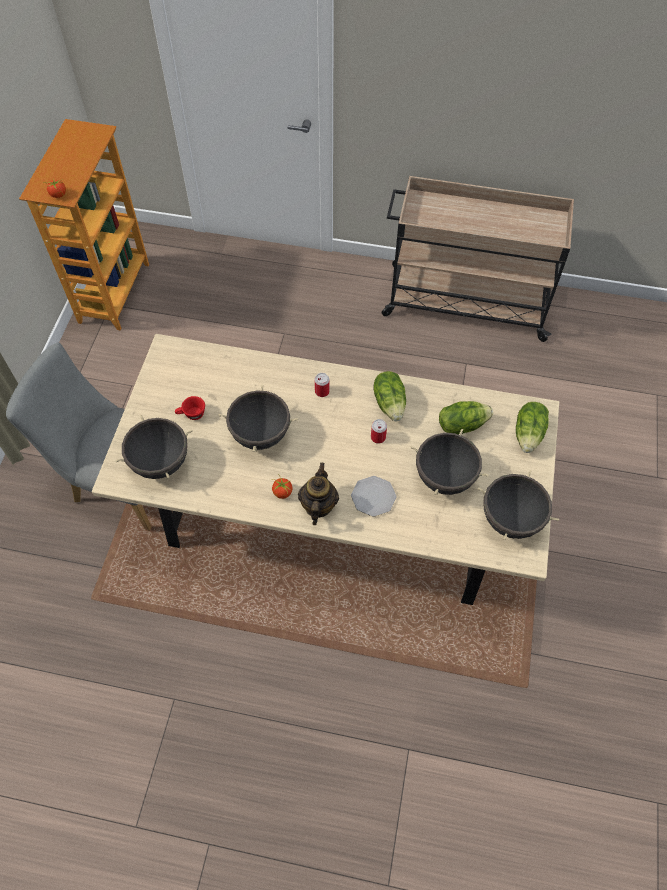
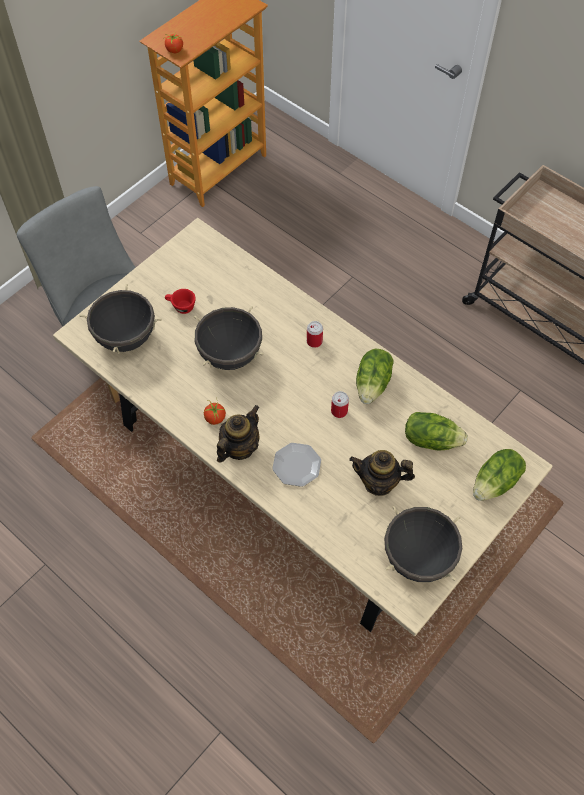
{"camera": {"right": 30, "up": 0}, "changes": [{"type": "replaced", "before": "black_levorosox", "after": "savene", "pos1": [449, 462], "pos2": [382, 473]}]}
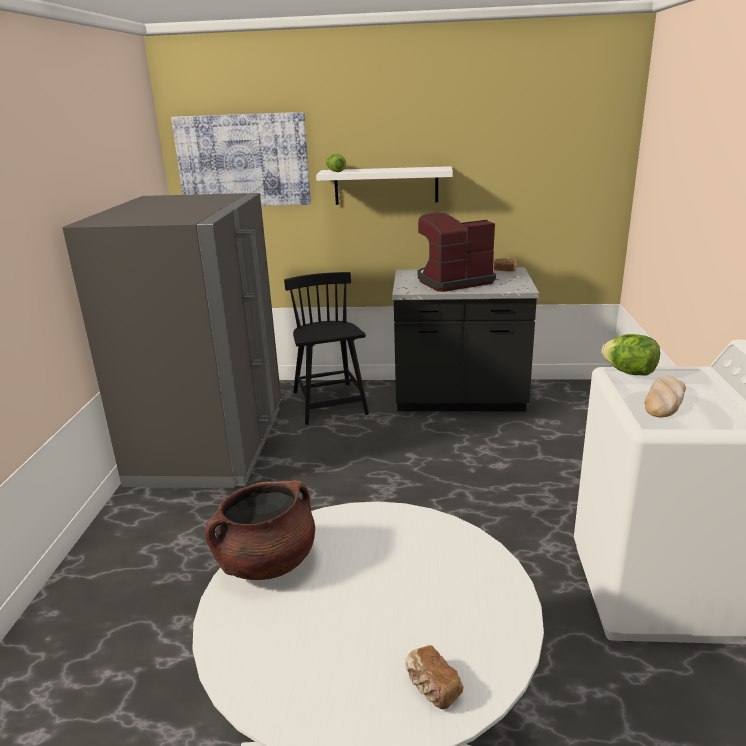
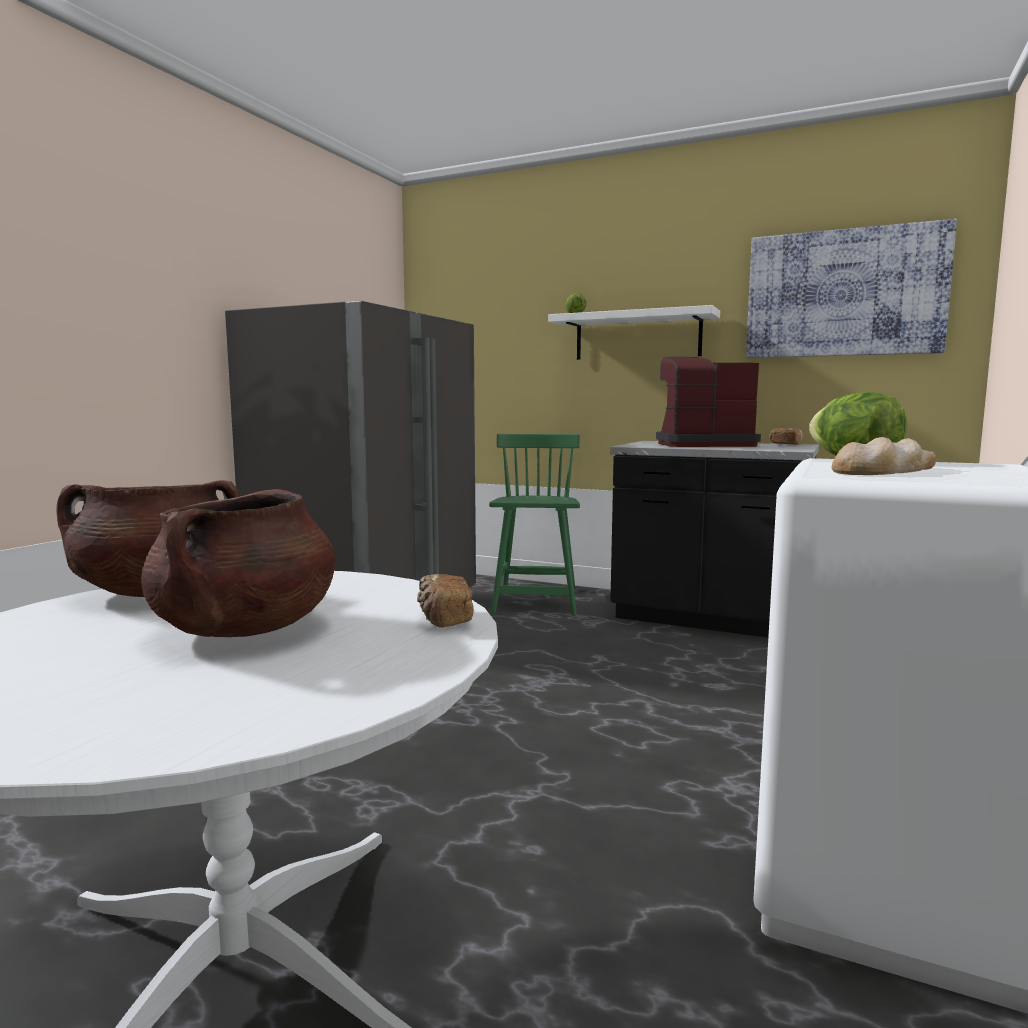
{"camera": {"right": 20, "up": -15}, "changes": [{"type": "moved", "before": "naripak", "pos1": [241, 159], "pos2": [851, 288]}, {"type": "recoloured", "before": "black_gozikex", "after": "green_gozikex", "pos1": [326, 348], "pos2": [534, 525]}, {"type": "moved", "before": "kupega", "pos1": [434, 677], "pos2": [445, 601]}, {"type": "added", "after": "brown_levorosox", "pos2": [238, 563]}]}
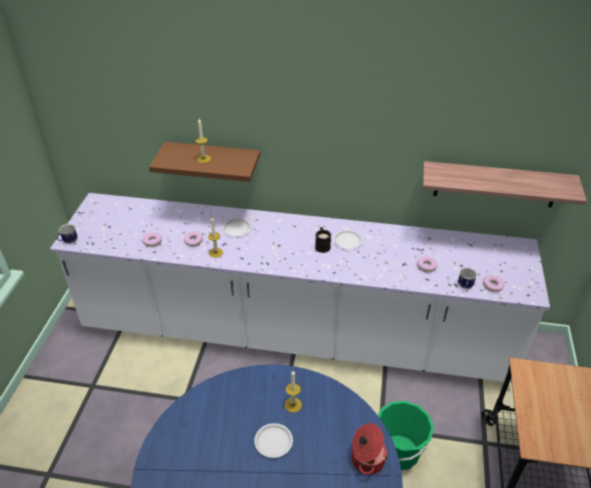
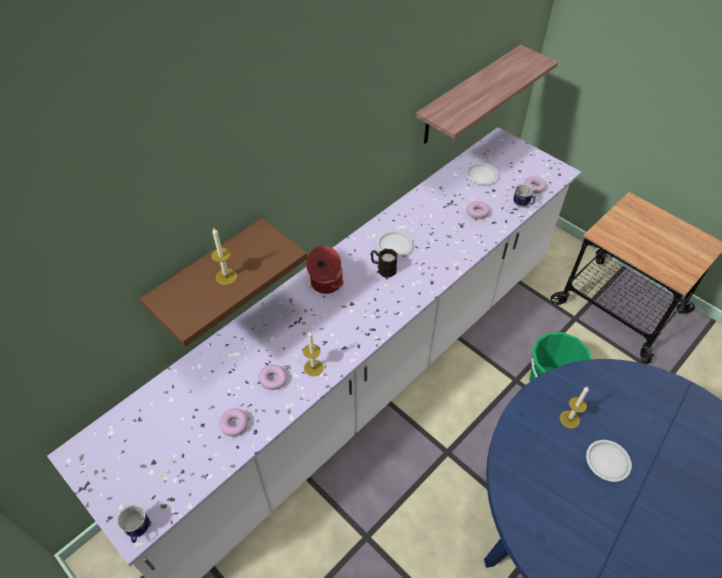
{"camera": {"right": -55, "up": 10}, "changes": [{"type": "moved", "before": "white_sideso", "pos1": [237, 227], "pos2": [482, 174]}, {"type": "moved", "before": "levorosox", "pos1": [369, 449], "pos2": [325, 270]}]}
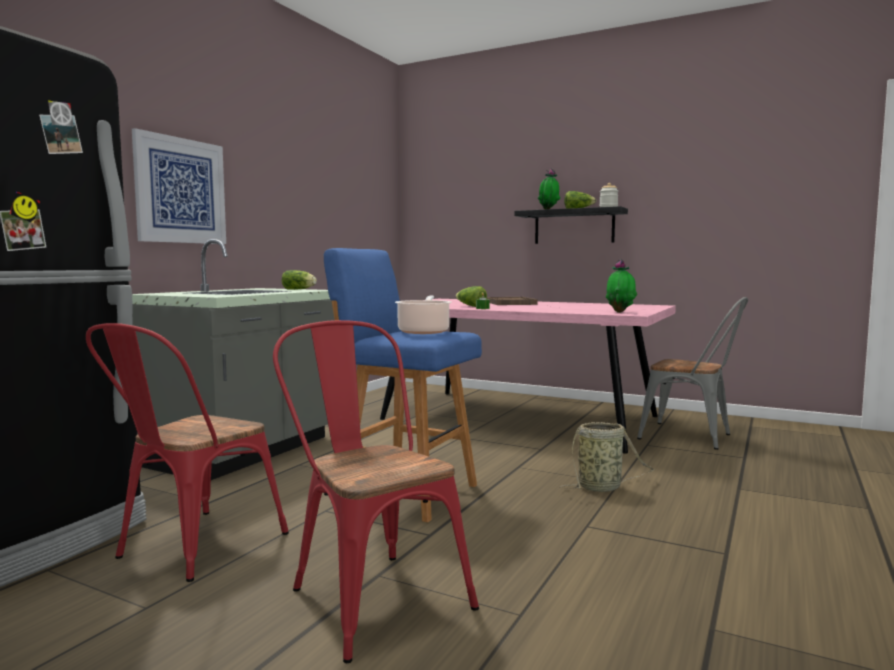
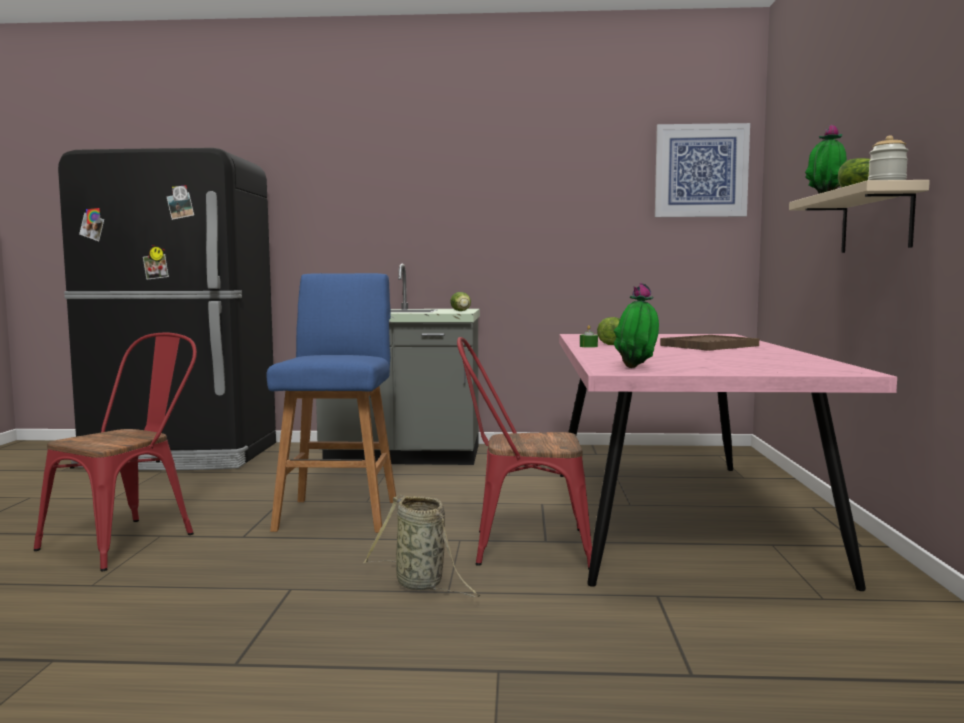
{"camera": {"right": 65, "up": 0}, "changes": [{"type": "moved", "before": "naripak", "pos1": [179, 186], "pos2": [702, 170]}, {"type": "recoloured", "before": "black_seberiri", "after": "beige_seberiri", "pos1": [571, 225], "pos2": [859, 216]}, {"type": "removed", "before": "levorosox", "pos1": [423, 315]}, {"type": "removed", "before": "grey_gozikex", "pos1": [692, 373]}, {"type": "moved", "before": "red_gozikex", "pos1": [187, 452], "pos2": [524, 453]}]}
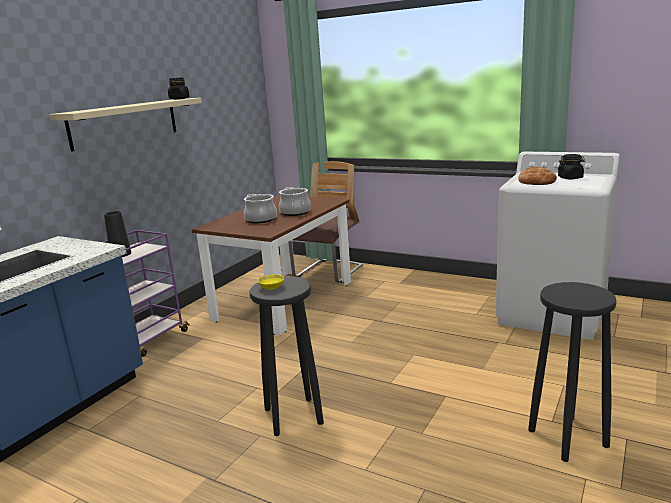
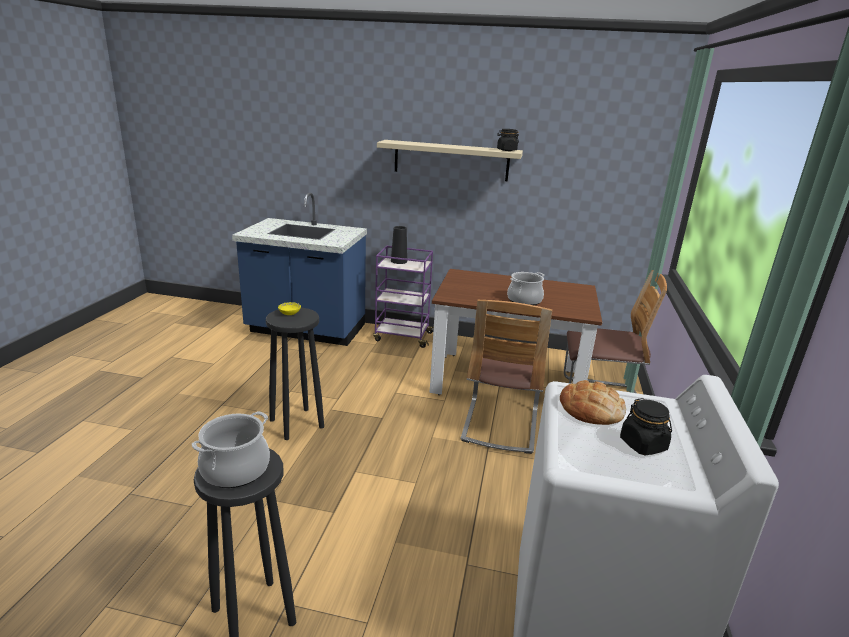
{"camera": {"right": 70, "up": 5}, "changes": [{"type": "moved", "before": "levorosox", "pos1": [260, 208], "pos2": [231, 449]}, {"type": "added", "after": "gozikex", "pos2": [506, 377]}]}
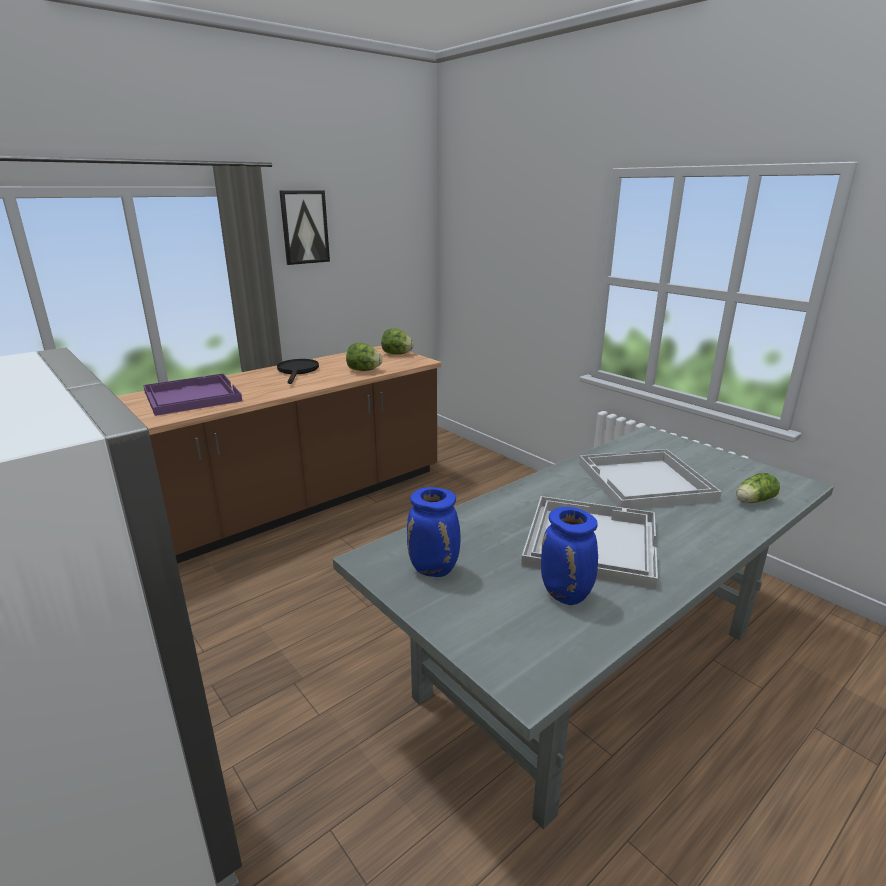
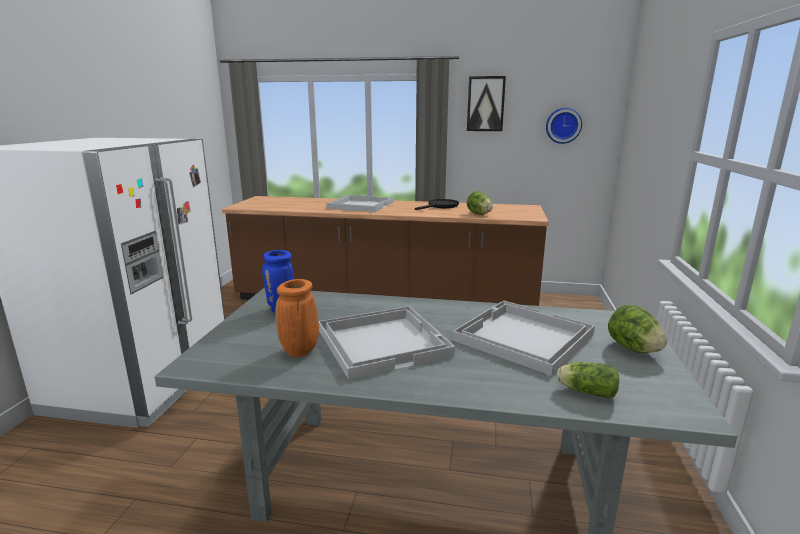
{"camera": {"right": 50, "up": -5}, "changes": [{"type": "moved", "before": "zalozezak", "pos1": [397, 341], "pos2": [637, 329]}, {"type": "recoloured", "before": "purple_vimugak", "after": "white_vimugak", "pos1": [192, 394], "pos2": [360, 203]}, {"type": "recoloured", "before": "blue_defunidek", "after": "orange_defunidek", "pos1": [569, 556], "pos2": [297, 318]}, {"type": "added", "after": "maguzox", "pos2": [564, 126]}]}
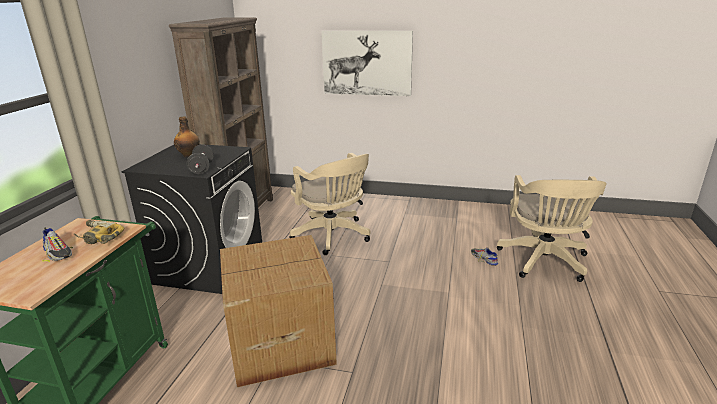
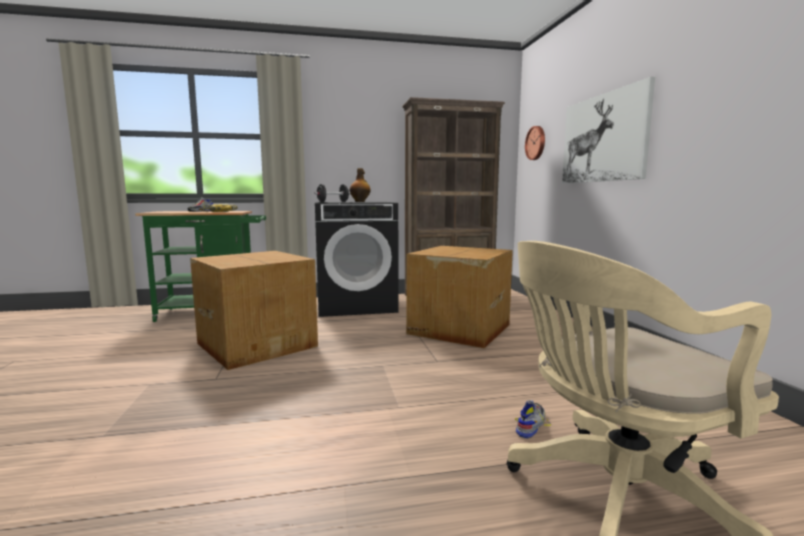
{"camera": {"right": 65, "up": -15}, "changes": [{"type": "replaced", "before": "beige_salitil", "after": "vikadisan", "pos1": [330, 204], "pos2": [459, 297]}, {"type": "added", "after": "maguzox", "pos2": [535, 143]}]}
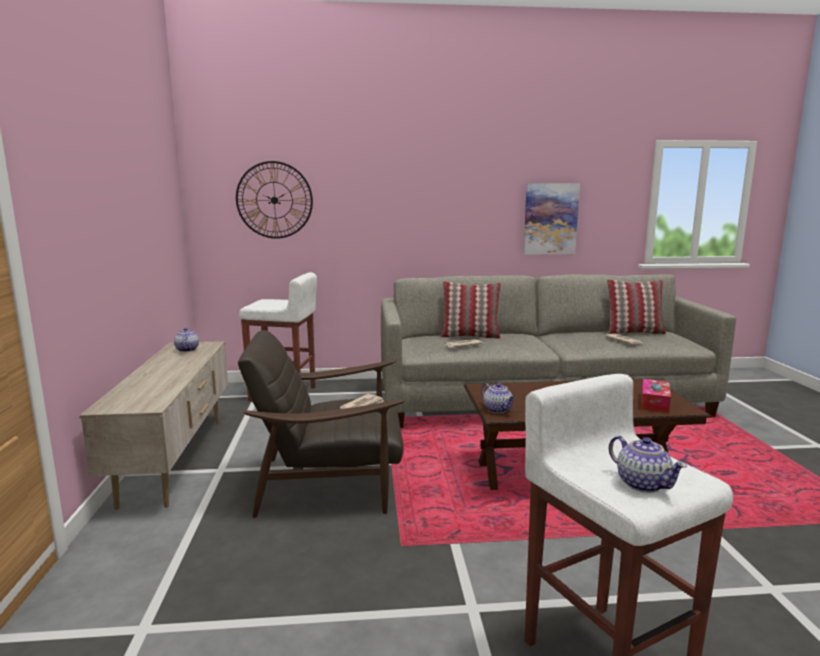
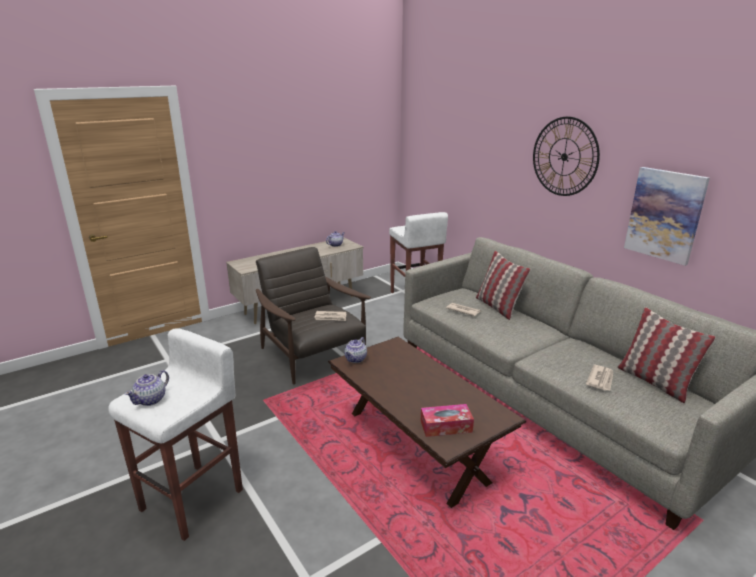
{"camera": {"right": 60, "up": 10}, "changes": [{"type": "moved", "before": "maguzox", "pos1": [274, 200], "pos2": [566, 156]}]}
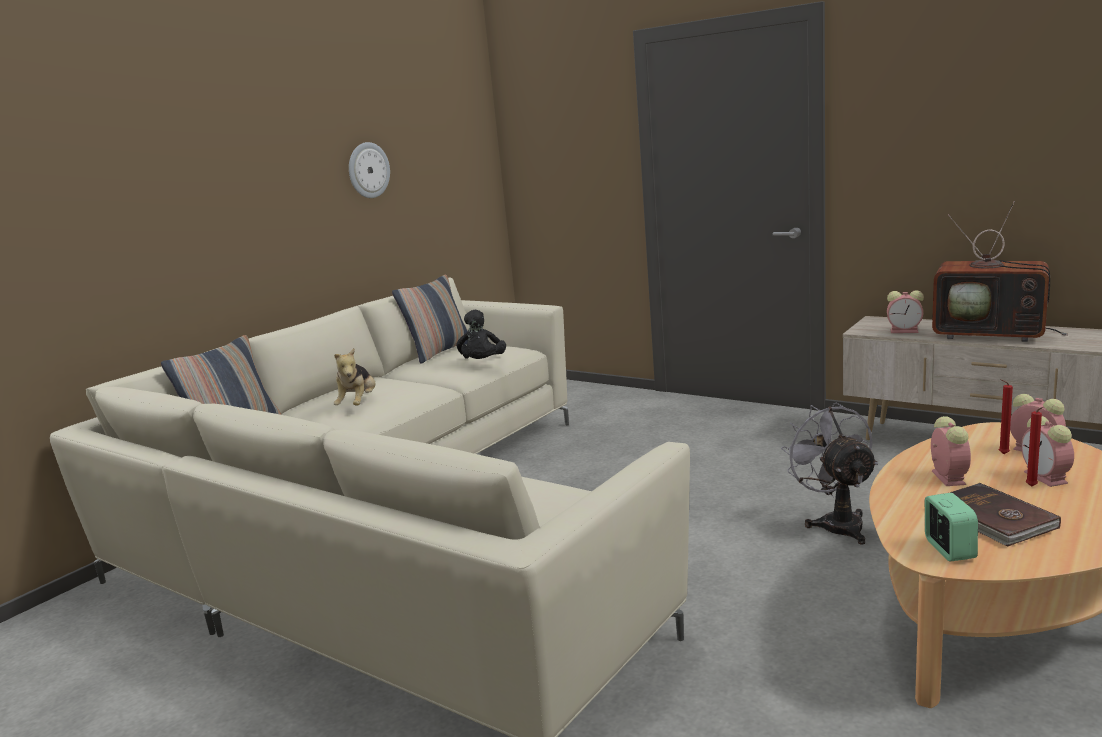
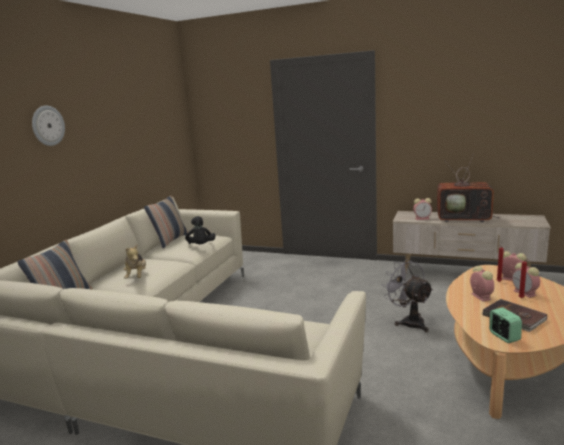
{"camera": {"right": -15, "up": 0}, "changes": [{"type": "moved", "before": "maguzox", "pos1": [369, 170], "pos2": [48, 126]}]}
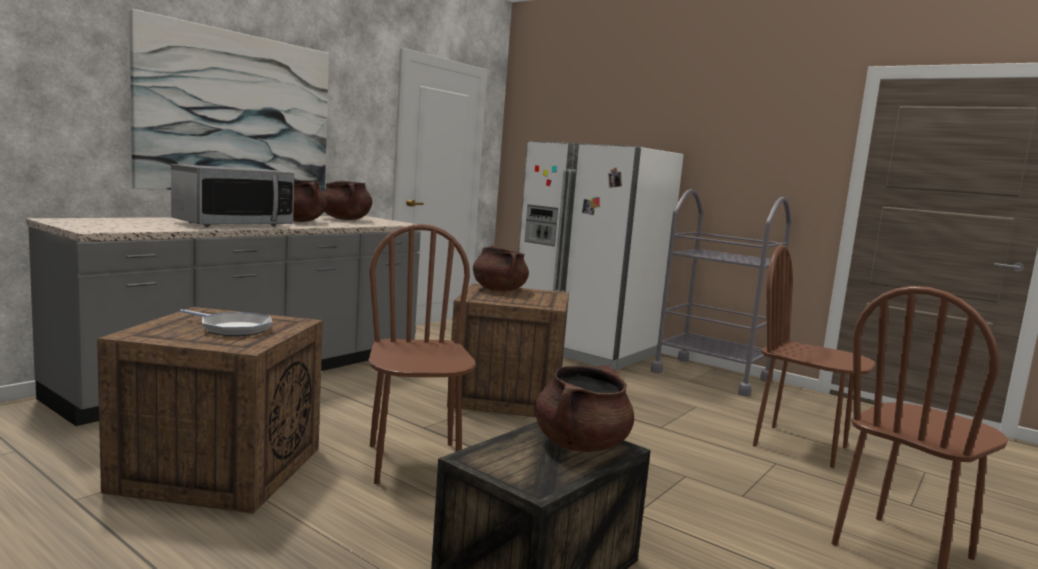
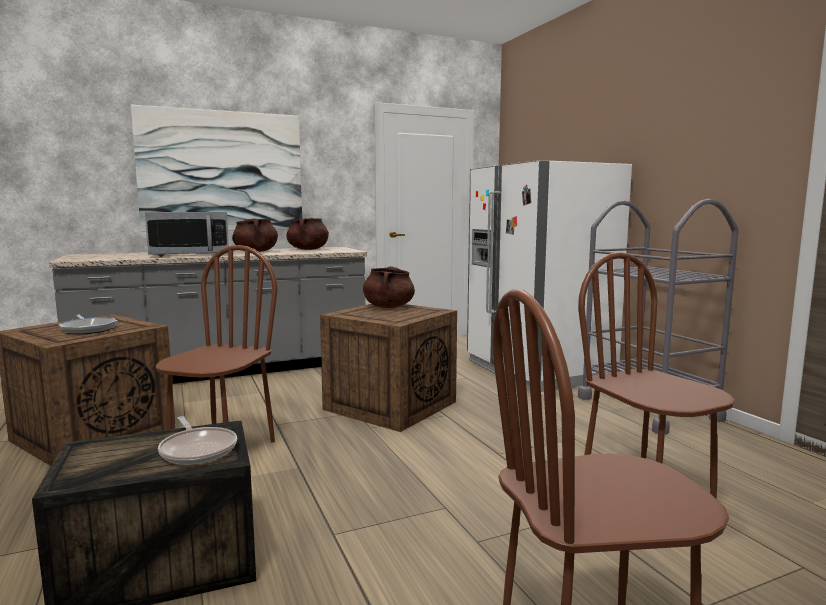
{"camera": {"right": 30, "up": 0}, "changes": [{"type": "replaced", "before": "brown_levorosox", "after": "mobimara", "pos1": [584, 408], "pos2": [197, 440]}]}
